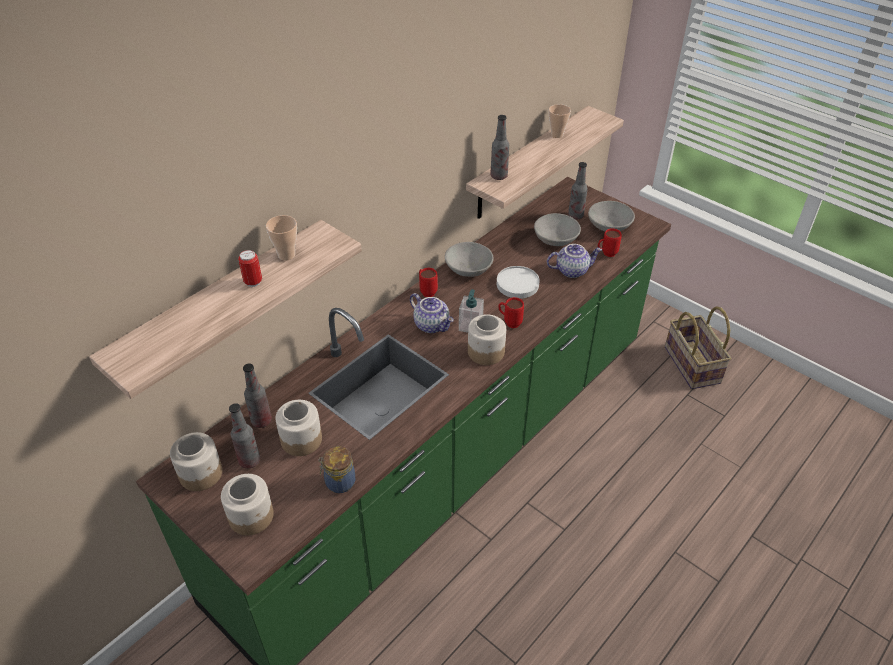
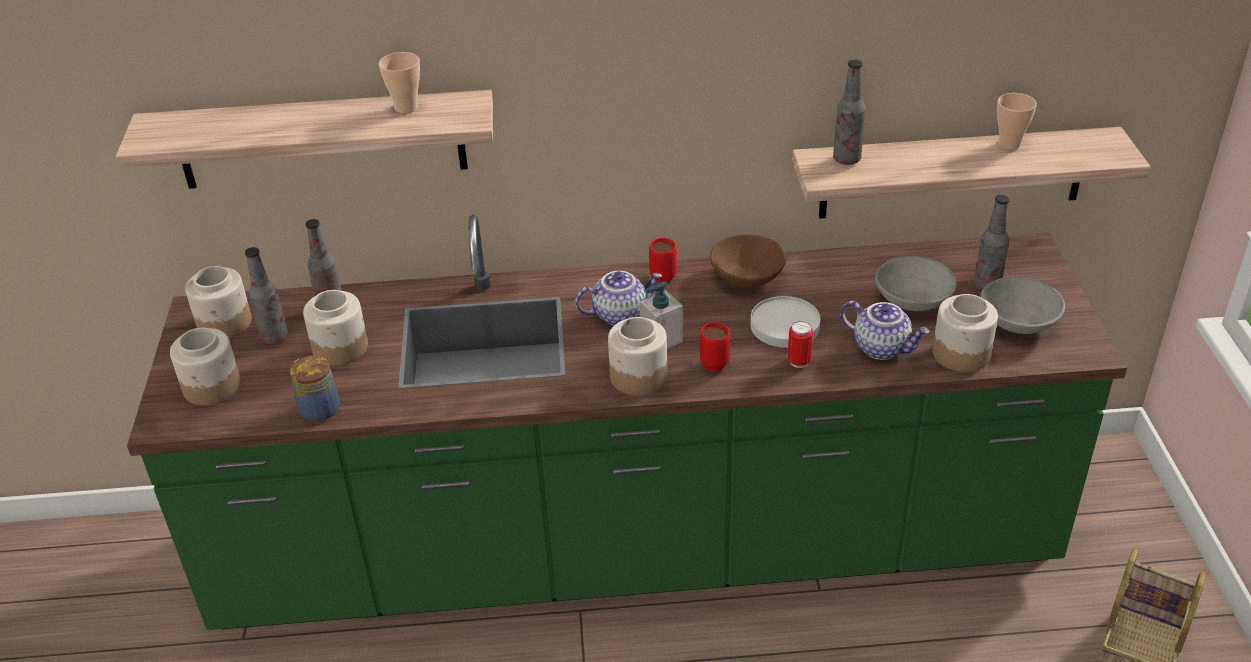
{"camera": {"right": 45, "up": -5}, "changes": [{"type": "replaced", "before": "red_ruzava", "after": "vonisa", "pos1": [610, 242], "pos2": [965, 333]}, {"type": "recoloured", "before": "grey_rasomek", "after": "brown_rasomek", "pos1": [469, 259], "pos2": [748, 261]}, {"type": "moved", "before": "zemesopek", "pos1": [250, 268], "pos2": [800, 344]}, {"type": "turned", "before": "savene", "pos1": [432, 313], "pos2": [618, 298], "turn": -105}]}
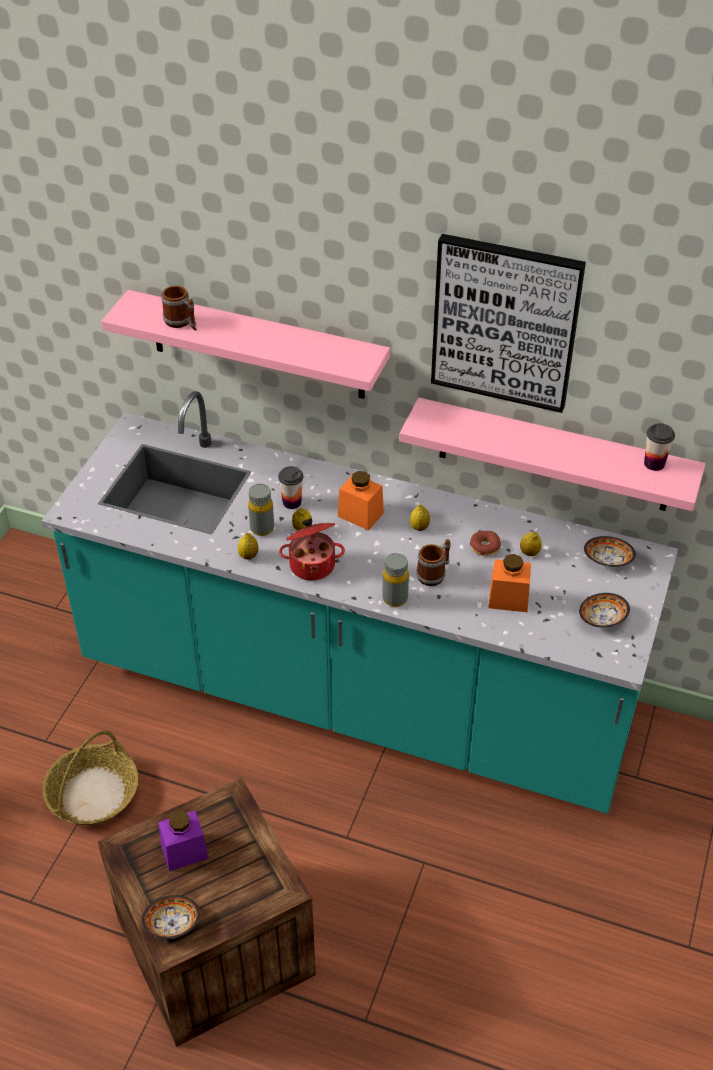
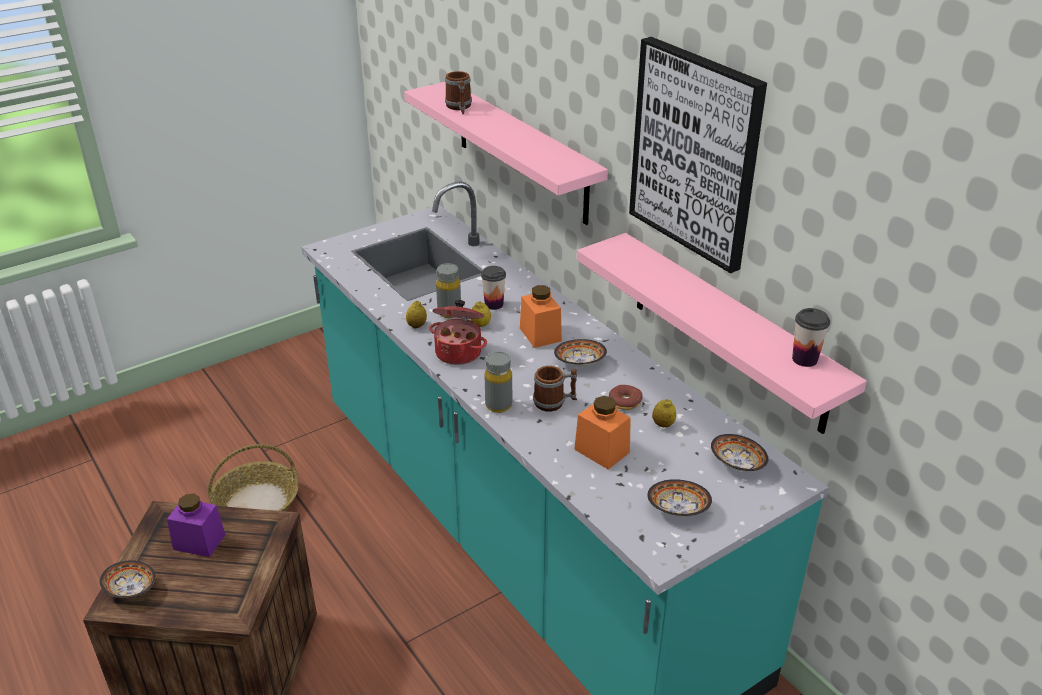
{"camera": {"right": 35, "up": -10}, "changes": [{"type": "replaced", "before": "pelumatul", "after": "rasomek", "pos1": [420, 518], "pos2": [580, 353]}]}
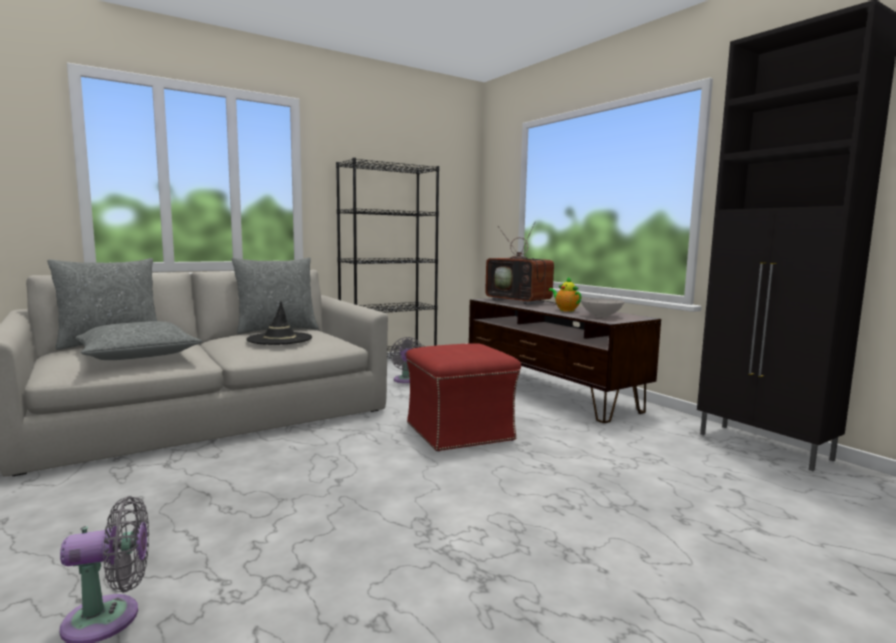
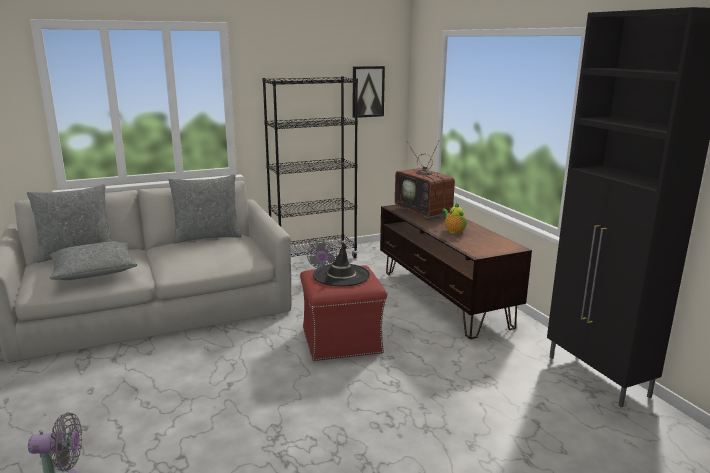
{"camera": {"right": 10, "up": 10}, "changes": [{"type": "removed", "before": "white_rasomek", "pos1": [602, 307]}, {"type": "moved", "before": "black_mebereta", "pos1": [279, 323], "pos2": [341, 265]}, {"type": "added", "after": "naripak", "pos2": [369, 92]}]}
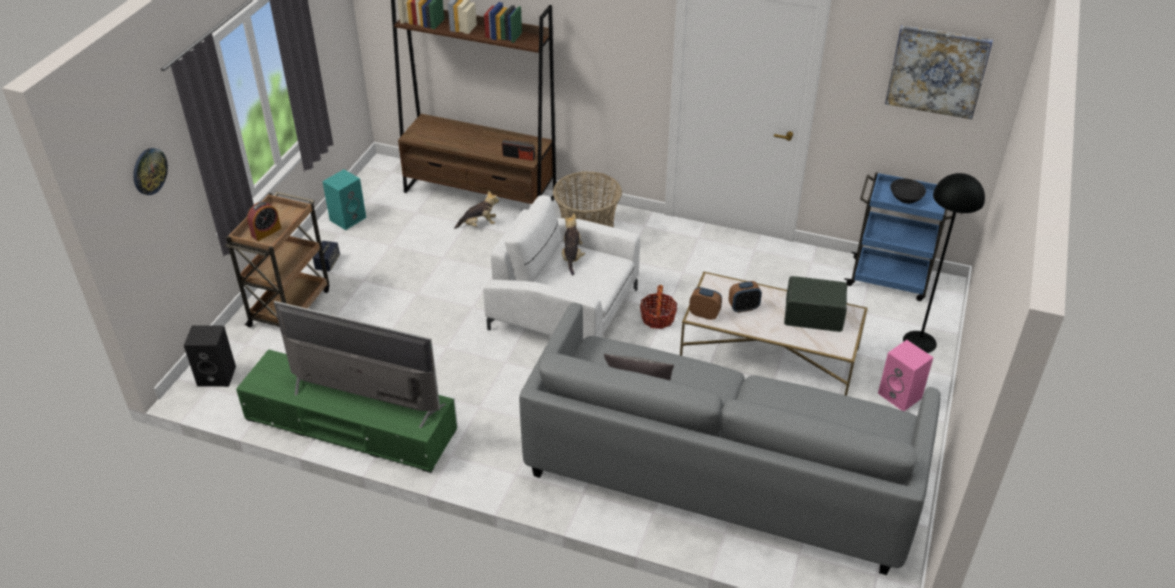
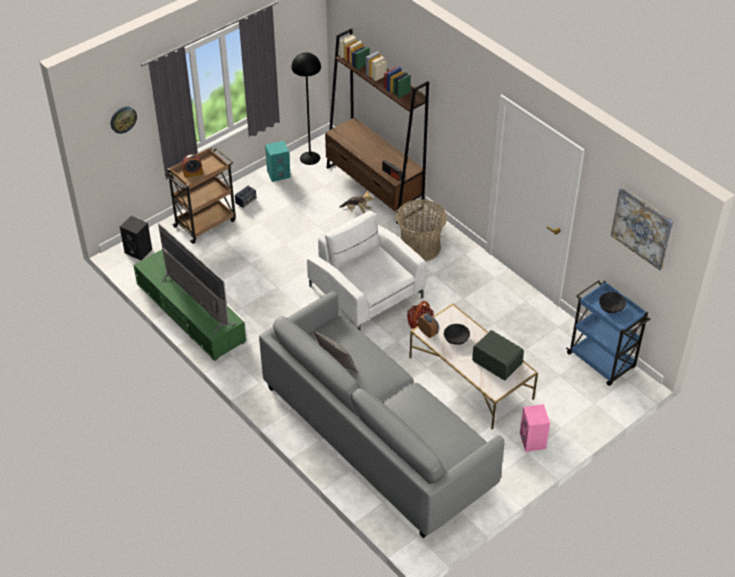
{"camera": {"right": 30, "up": 5}, "changes": [{"type": "moved", "before": "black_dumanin", "pos1": [944, 263], "pos2": [306, 108]}, {"type": "removed", "before": "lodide", "pos1": [573, 244]}, {"type": "replaced", "before": "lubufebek", "after": "black_rasomek", "pos1": [745, 297], "pos2": [457, 334]}]}
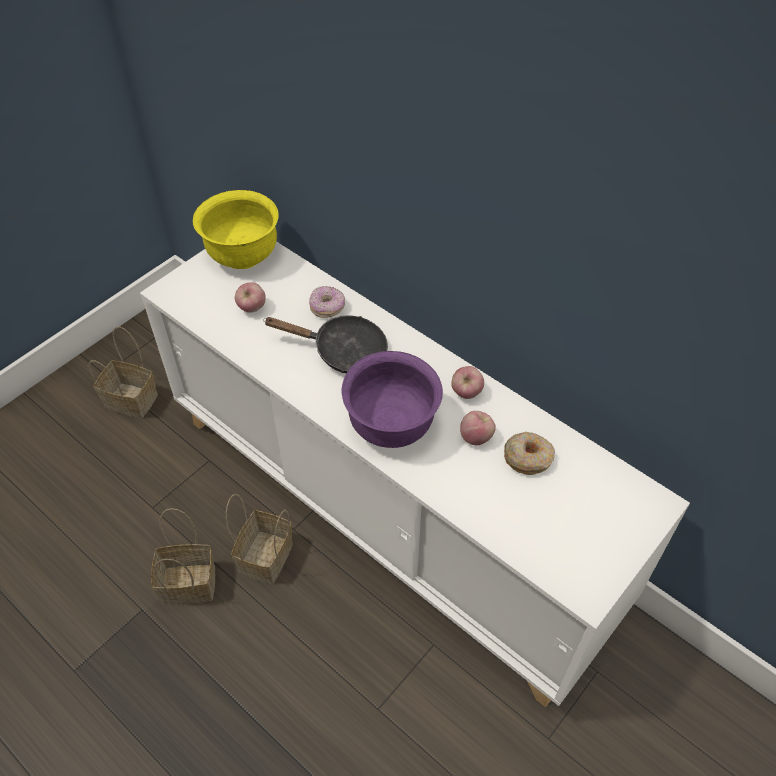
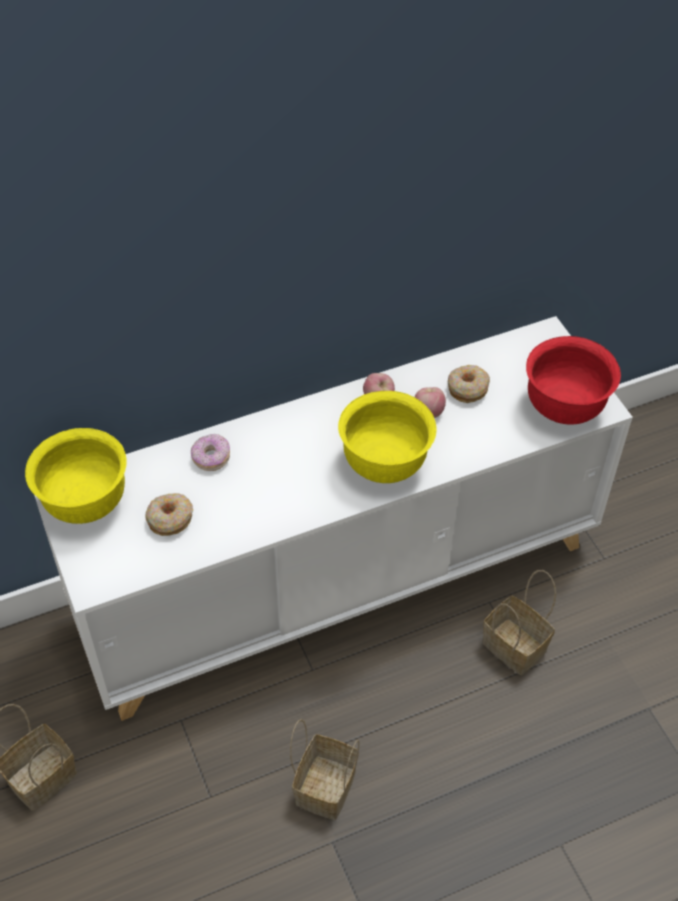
{"camera": {"right": -65, "up": 0}, "changes": [{"type": "replaced", "before": "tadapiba", "after": "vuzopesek", "pos1": [250, 297], "pos2": [169, 514]}, {"type": "removed", "before": "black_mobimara", "pos1": [325, 344]}, {"type": "recoloured", "before": "purple_rasomek", "after": "yellow_rasomek", "pos1": [392, 399], "pos2": [387, 437]}, {"type": "moved", "before": "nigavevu", "pos1": [259, 539], "pos2": [519, 622]}, {"type": "added", "after": "red_rasomek", "pos2": [573, 380]}]}
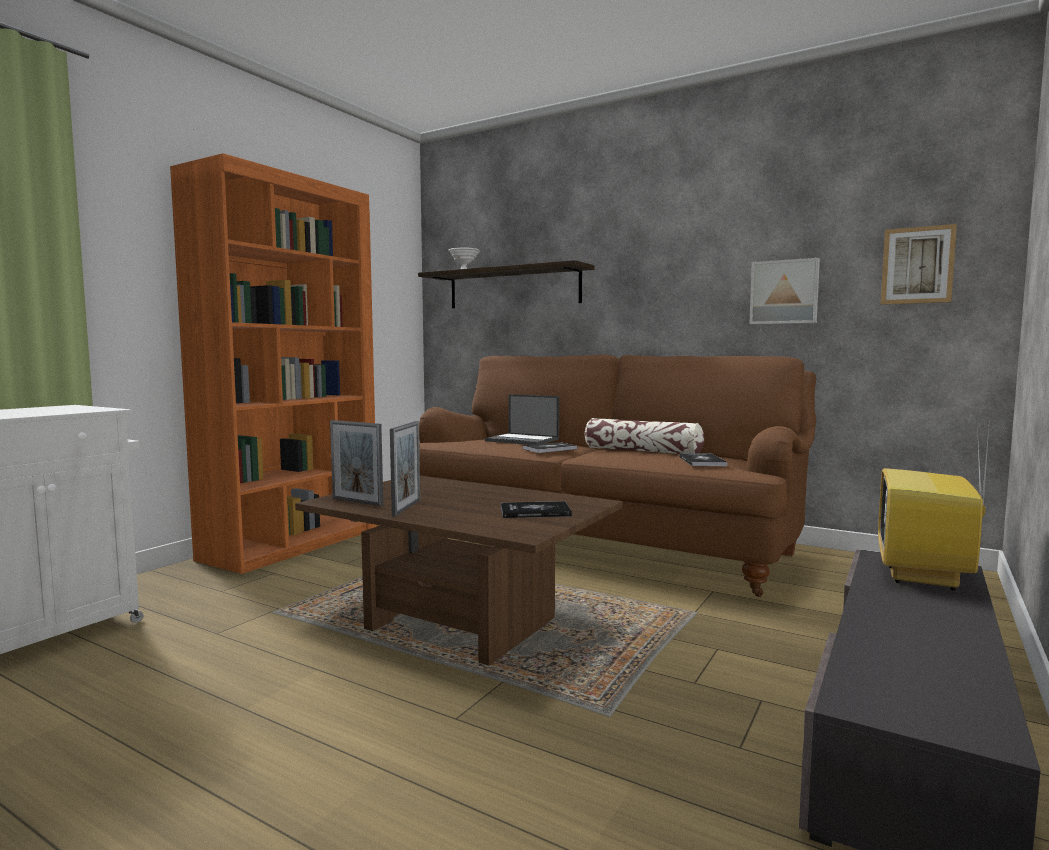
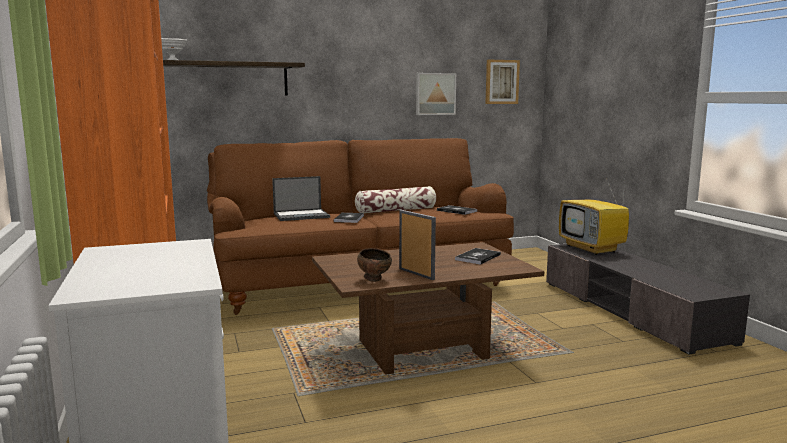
{"camera": {"right": -50, "up": 5}, "changes": [{"type": "replaced", "before": "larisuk", "after": "brown_rasomek", "pos1": [356, 463], "pos2": [374, 265]}]}
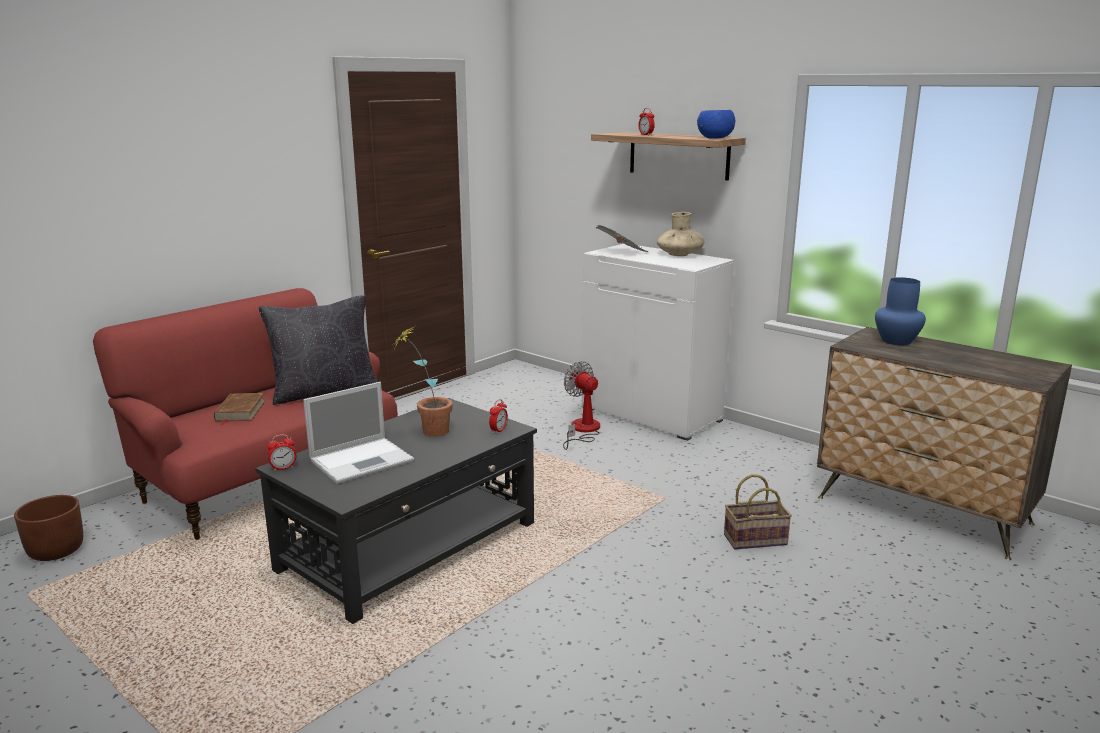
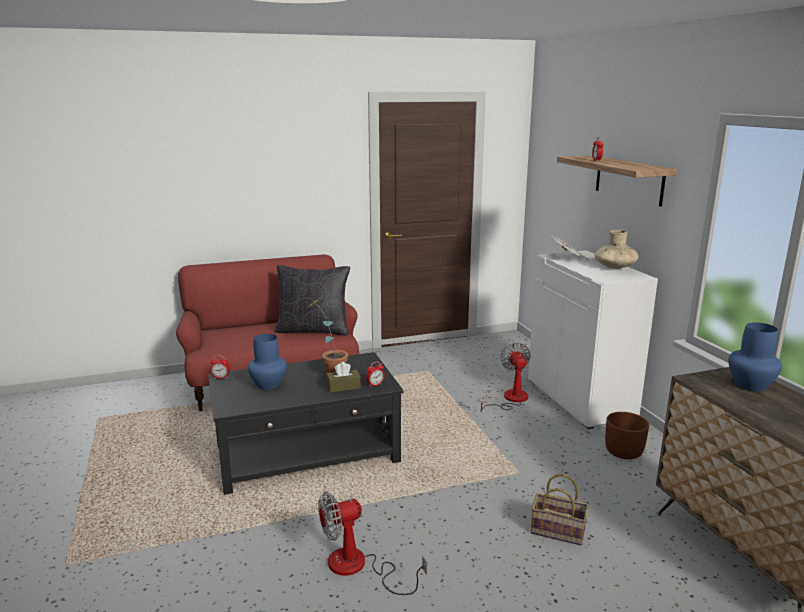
{"camera": {"right": 30, "up": 0}, "changes": [{"type": "removed", "before": "blue_rasomek", "pos1": [716, 124]}, {"type": "replaced", "before": "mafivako", "after": "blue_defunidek", "pos1": [358, 433], "pos2": [267, 362]}, {"type": "removed", "before": "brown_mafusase", "pos1": [239, 409]}, {"type": "moved", "before": "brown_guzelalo", "pos1": [48, 528], "pos2": [627, 435]}, {"type": "added", "after": "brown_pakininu", "pos2": [343, 377]}, {"type": "added", "after": "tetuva", "pos2": [372, 543]}]}
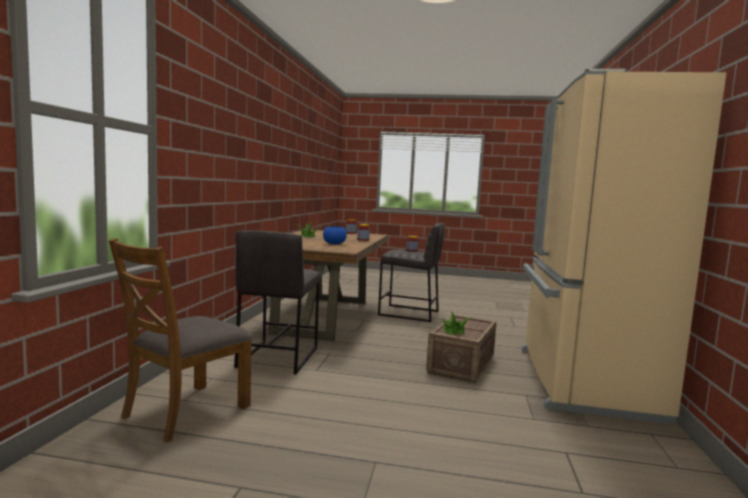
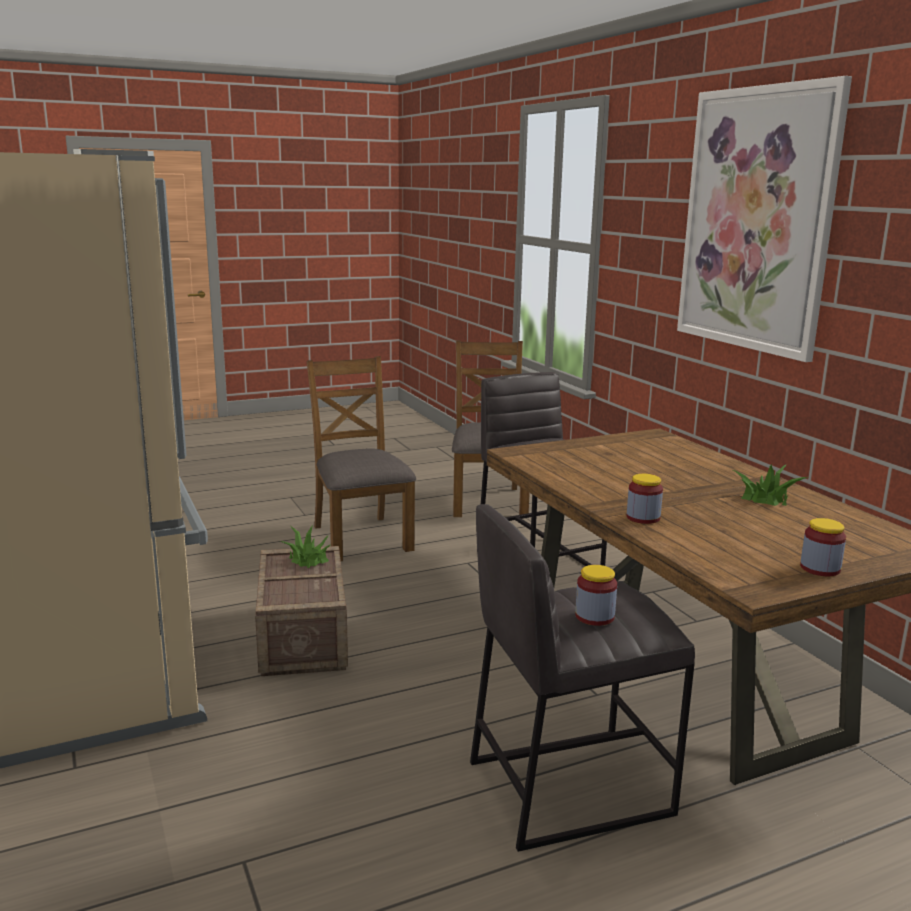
{"camera": {"right": 145, "up": 10}, "changes": [{"type": "removed", "before": "blue_rasomek", "pos1": [335, 235]}, {"type": "added", "after": "naripak", "pos2": [764, 219]}, {"type": "added", "after": "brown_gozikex", "pos2": [361, 458]}]}
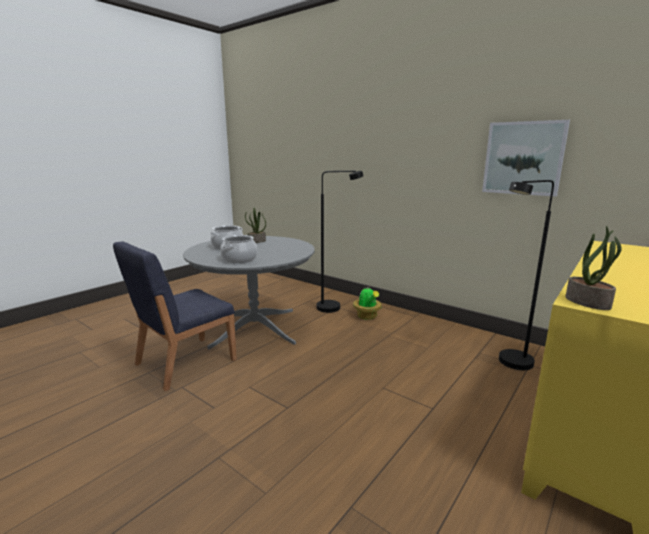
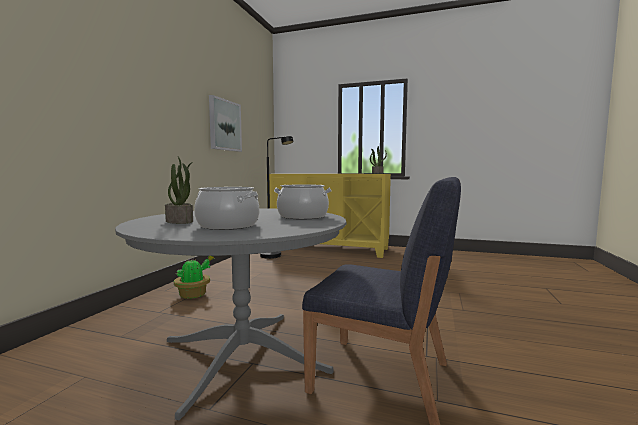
{"camera": {"right": -110, "up": -10}, "changes": [{"type": "removed", "before": "black_dumanin", "pos1": [339, 241]}]}
